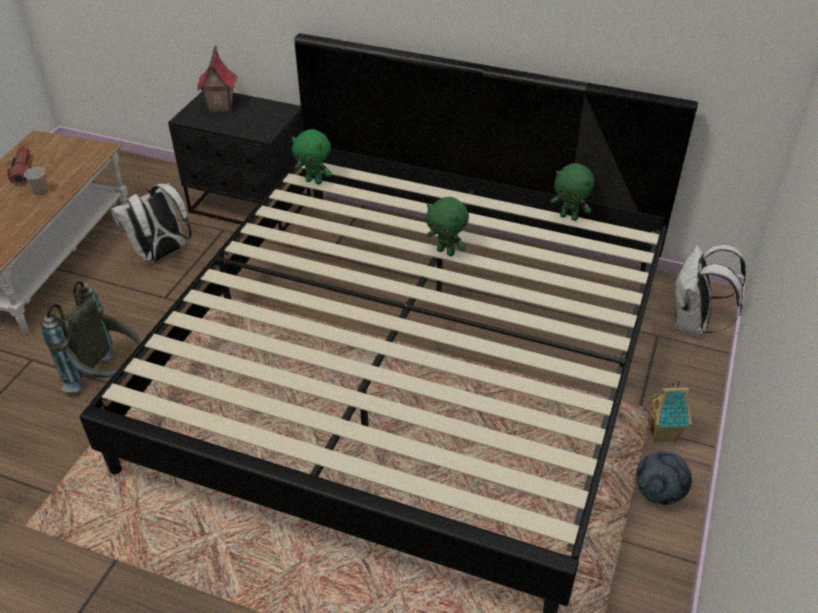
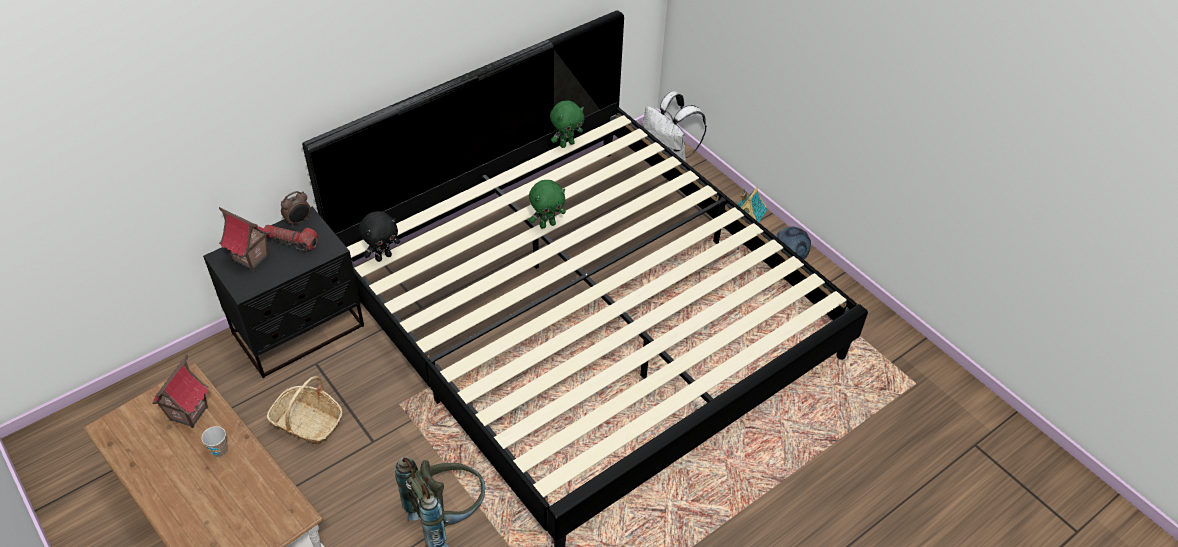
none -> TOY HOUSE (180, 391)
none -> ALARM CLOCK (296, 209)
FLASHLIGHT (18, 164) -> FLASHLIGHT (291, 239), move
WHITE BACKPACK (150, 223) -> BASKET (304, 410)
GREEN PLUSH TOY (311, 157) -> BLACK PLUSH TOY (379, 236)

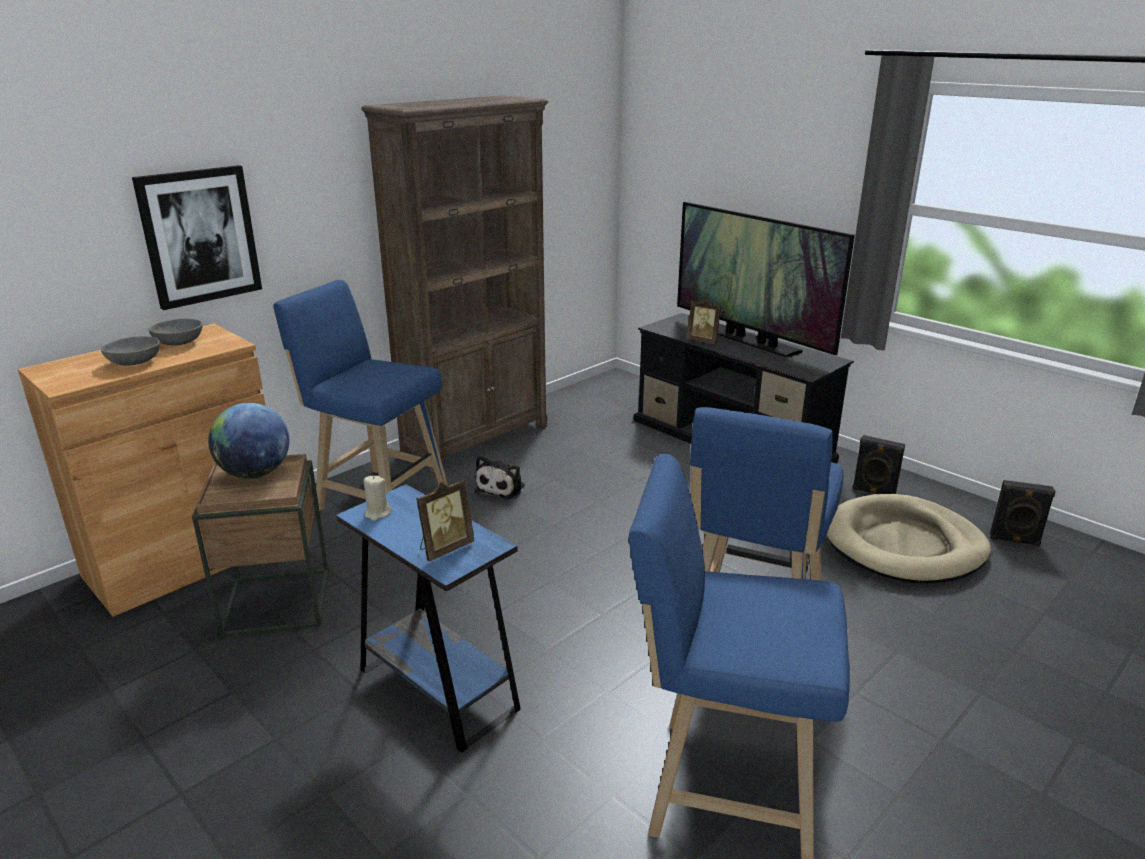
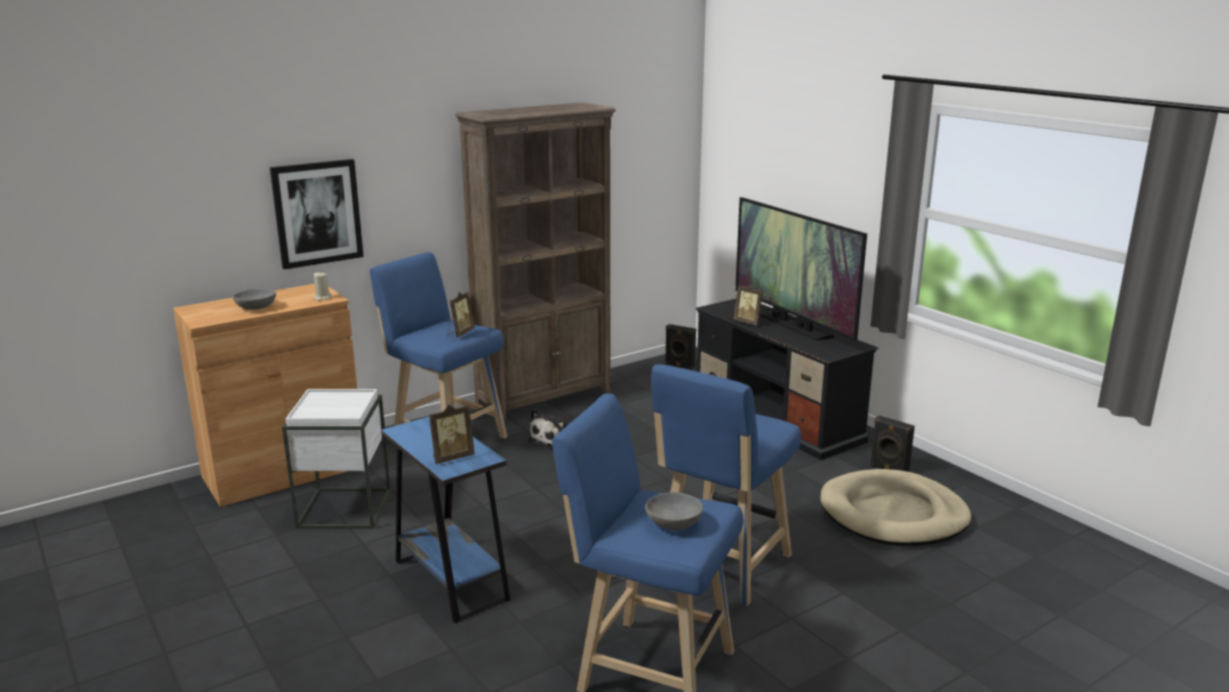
GLOBE (248, 441) -> none
none -> PICTURE FRAME (461, 314)
GREY BOWL (175, 332) -> GREY BOWL (674, 511), move
BEIGE CANDLE (377, 498) -> BEIGE CANDLE (323, 286), move
BLACK SPEAKER (1023, 513) -> BLACK SPEAKER (680, 347), move
BROWN SIDE TABLE (260, 545) -> WHITE SIDE TABLE (336, 459)

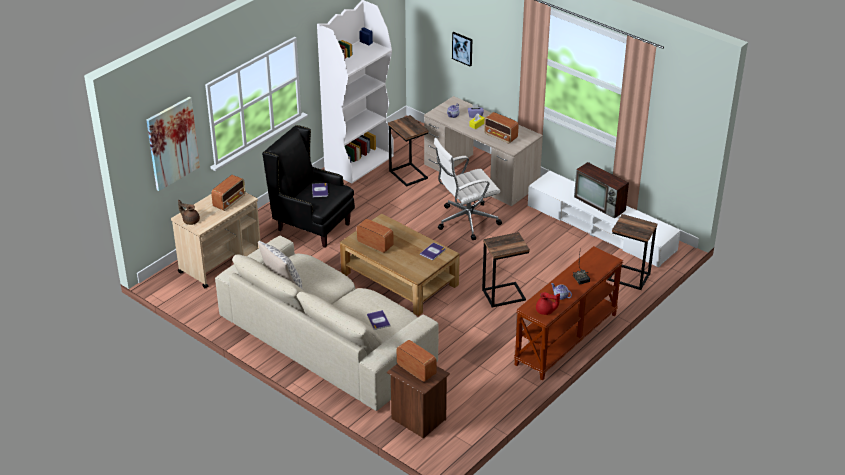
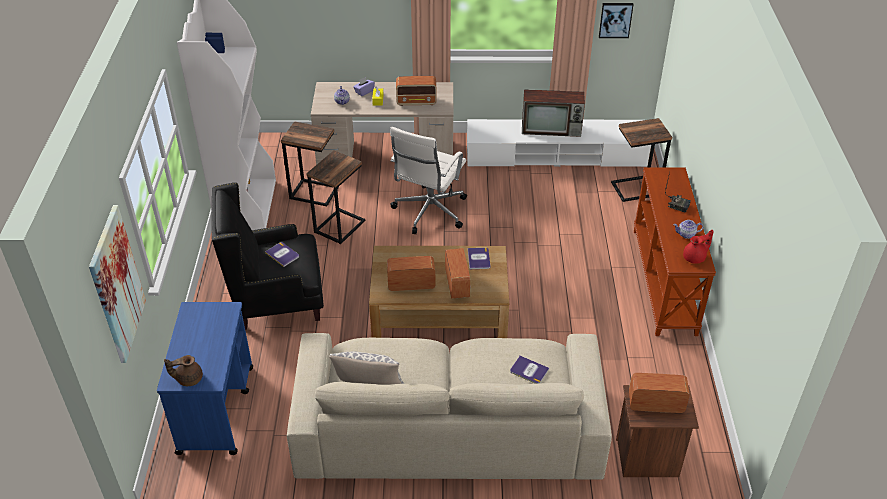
RADIO (228, 193) -> RADIO (458, 273), move
PICTURE (462, 49) -> PICTURE (616, 20), move
SIDE TABLE (506, 270) -> SIDE TABLE (335, 197), move
BEIGE CART (216, 240) -> BLUE CART (205, 378)

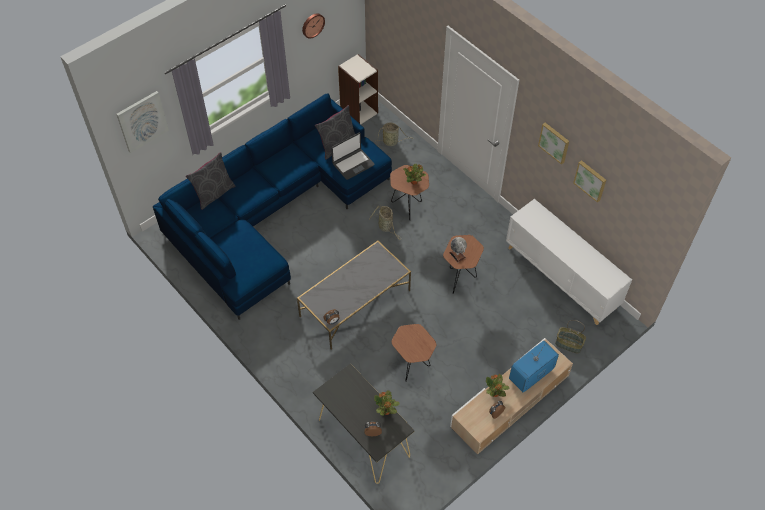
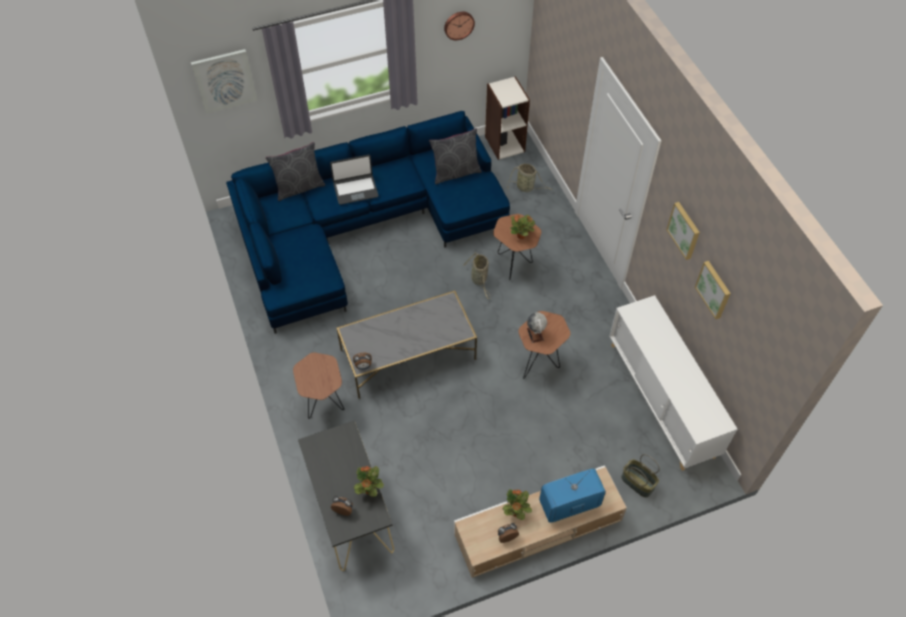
LAPTOP (353, 156) -> LAPTOP (354, 180), move
BROWN SIDE TABLE (414, 353) -> BROWN SIDE TABLE (319, 386), move

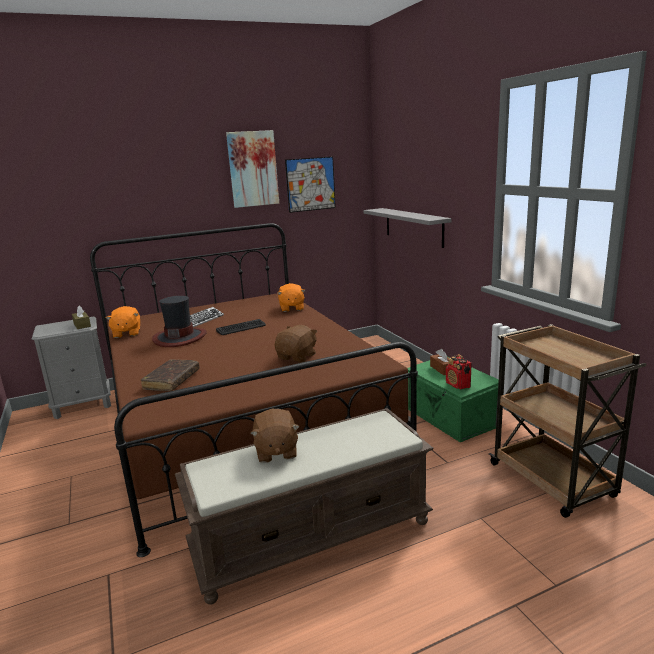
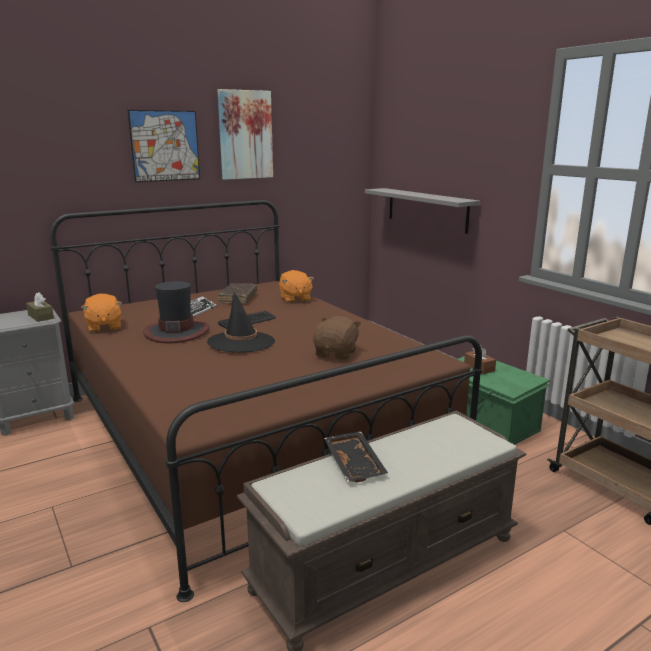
RADIO (459, 372) -> none
none -> BLACK HAT (241, 321)
BROWN BOOK (170, 375) -> BROWN BOOK (237, 293), move
PICTURE (310, 185) -> PICTURE (164, 146), move
BROWN PLUSH TOY (275, 436) -> BLACK TRAY (356, 456)

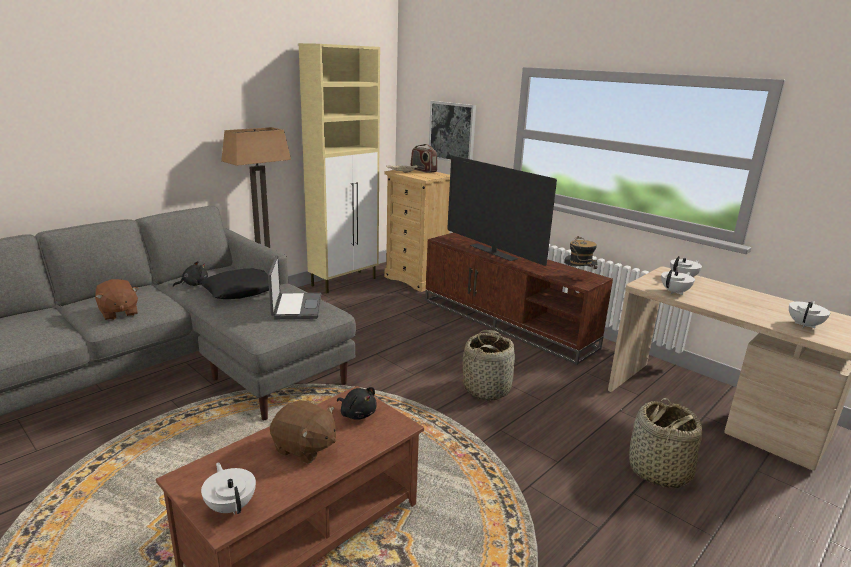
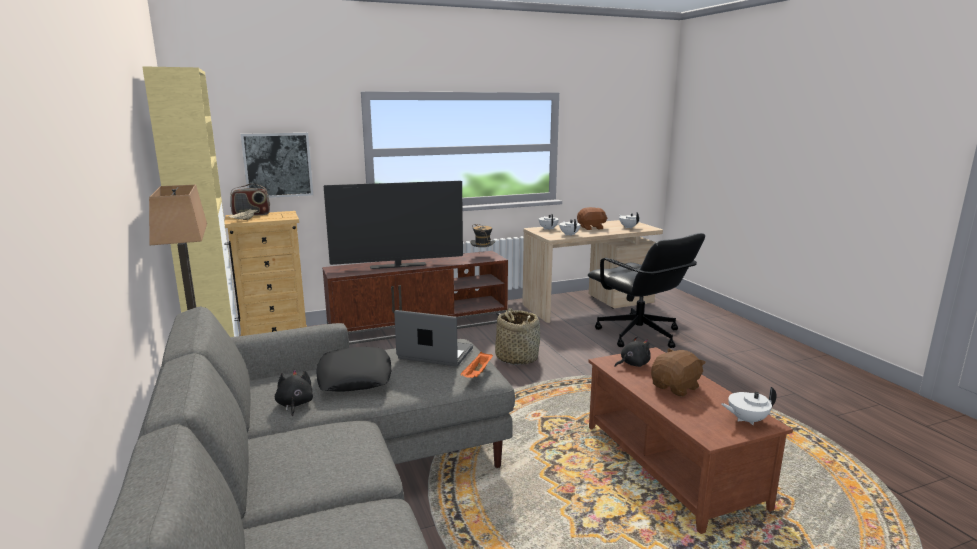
none -> ORANGE TRAY (476, 365)
BROWN PLUSH TOY (117, 300) -> BROWN PLUSH TOY (592, 218), move
BASKET (665, 443) -> BLACK OFFICE CHAIR (646, 290)

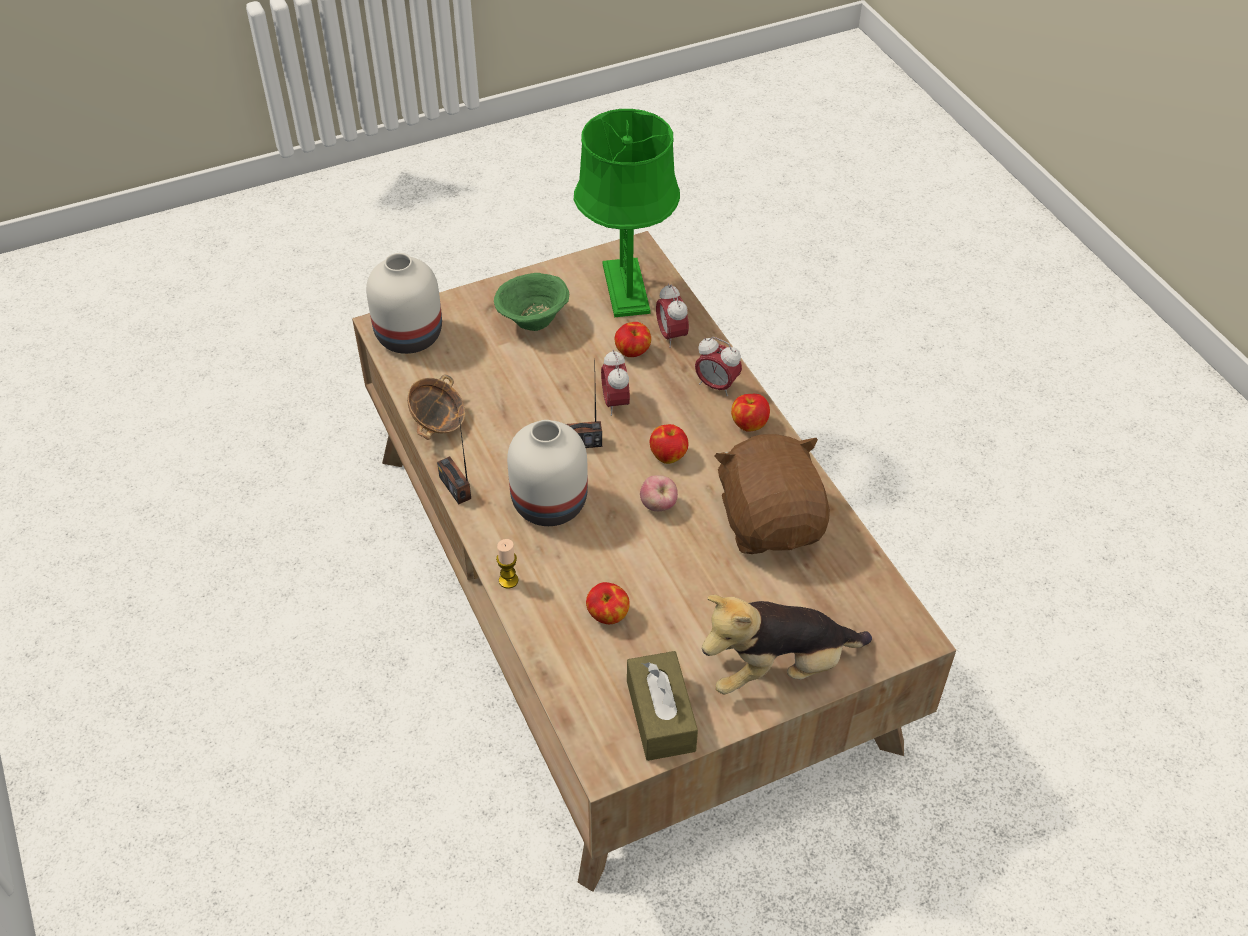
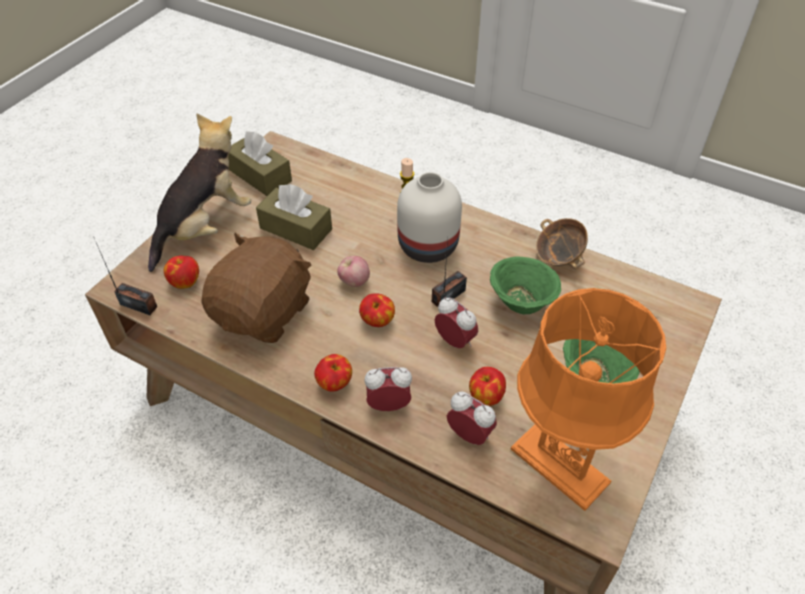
WHITE VASE (404, 303) -> none
none -> BROWN TISSUE BOX (294, 217)
none -> GREEN BOWL (525, 285)
RADIO (454, 461) -> RADIO (125, 275), move
APPLE (608, 603) -> APPLE (181, 272), move
GREEN TABLE LAMP (627, 213) -> ORANGE TABLE LAMP (588, 399)
BROWN PLUSH TOY (772, 494) -> BROWN PLUSH TOY (256, 288), 105 degrees counterclockwise

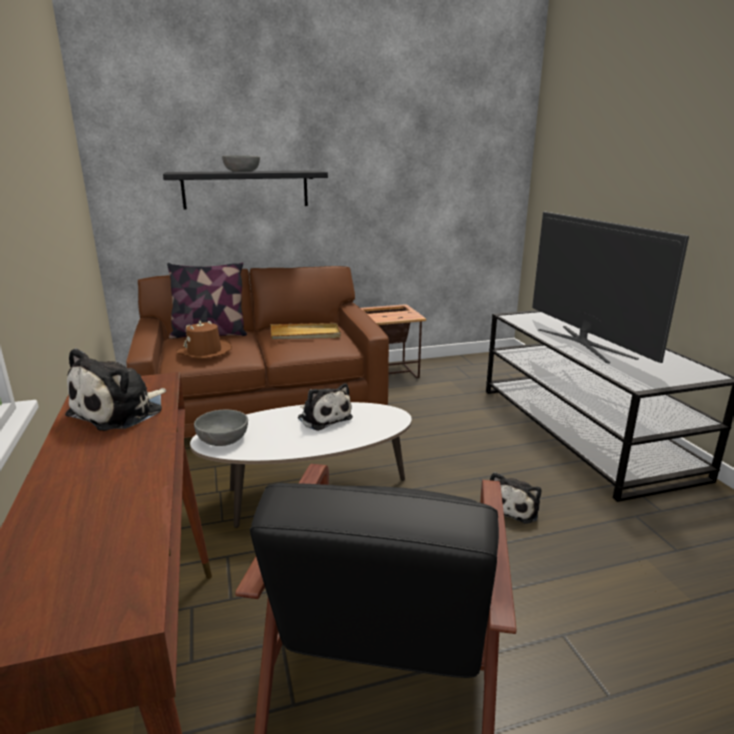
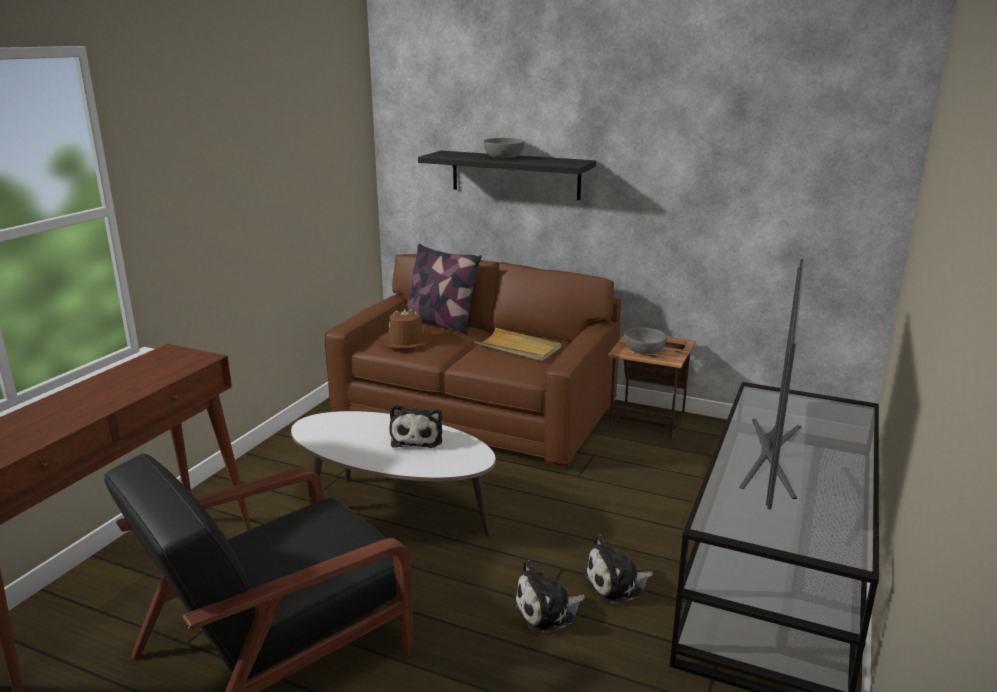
PLUSH TOY (115, 389) -> PLUSH TOY (618, 569), move
GREY BOWL (221, 428) -> GREY BOWL (645, 341), move

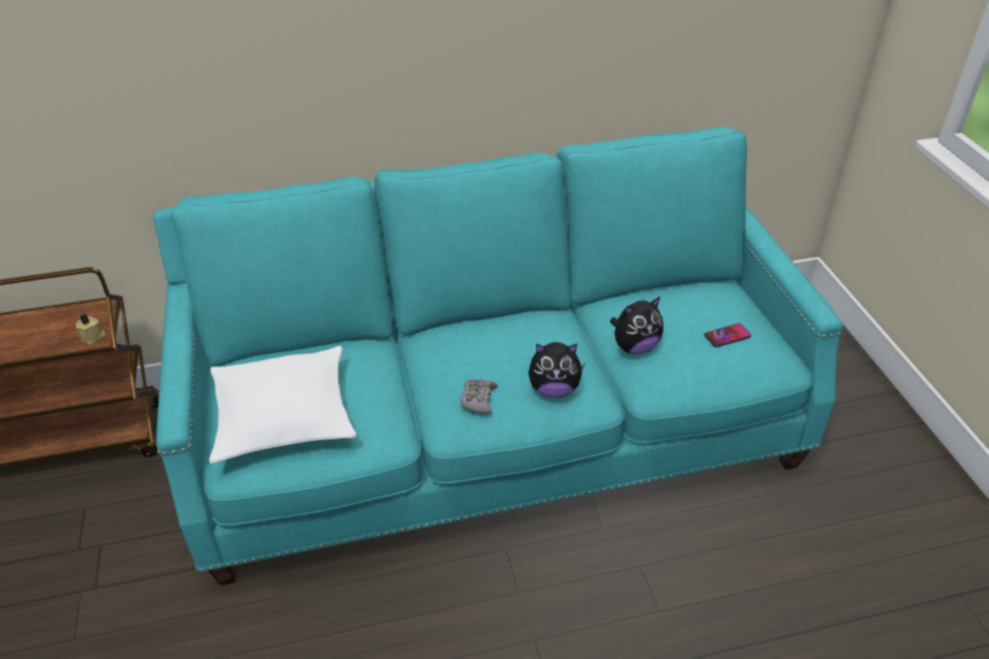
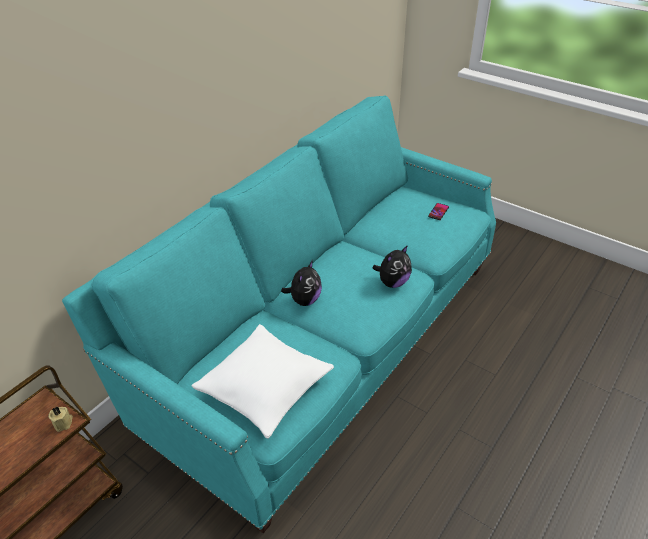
GREY GAME CONTROLLER (479, 396) -> none
PLUSH TOY (636, 325) -> PLUSH TOY (301, 283), move

